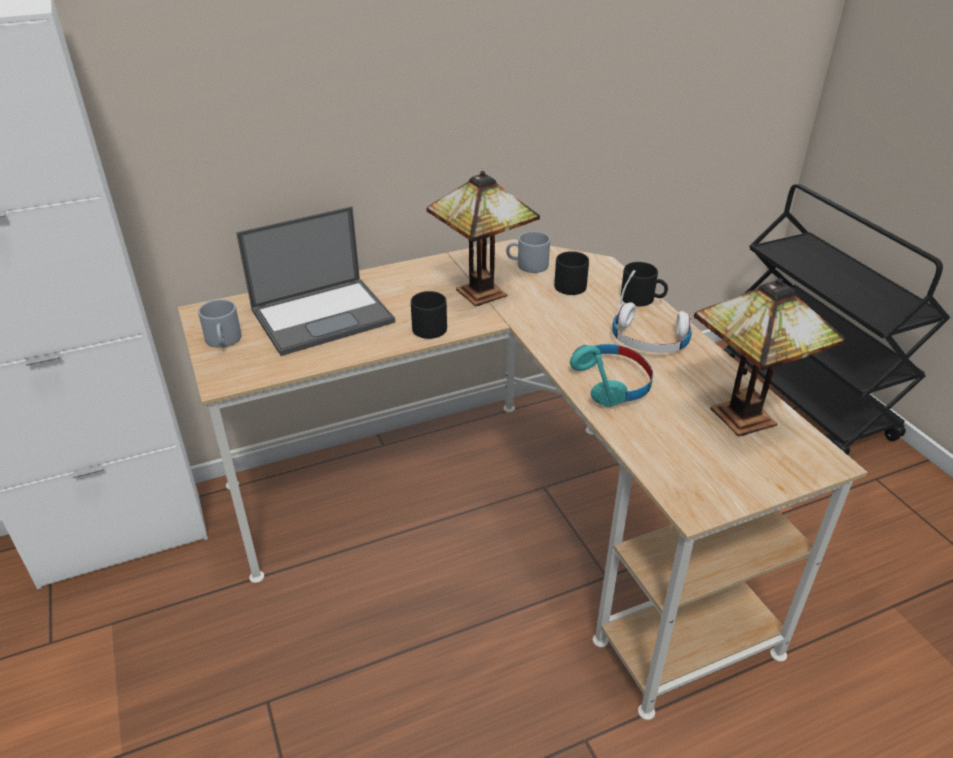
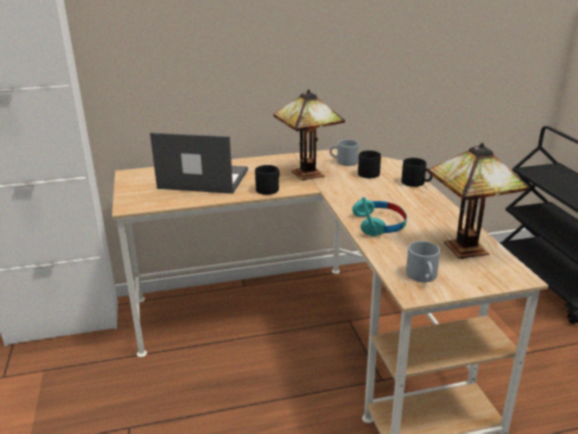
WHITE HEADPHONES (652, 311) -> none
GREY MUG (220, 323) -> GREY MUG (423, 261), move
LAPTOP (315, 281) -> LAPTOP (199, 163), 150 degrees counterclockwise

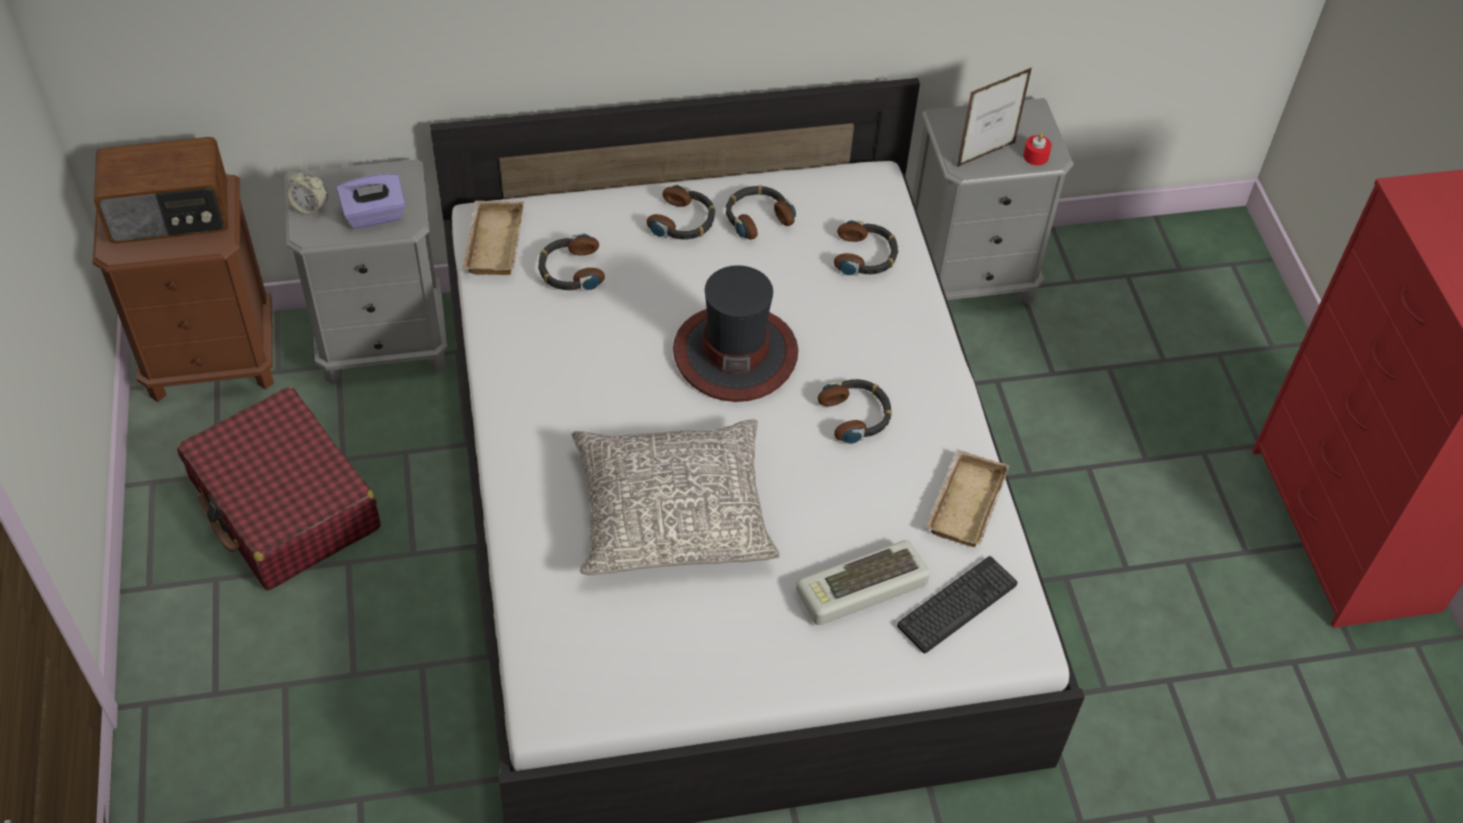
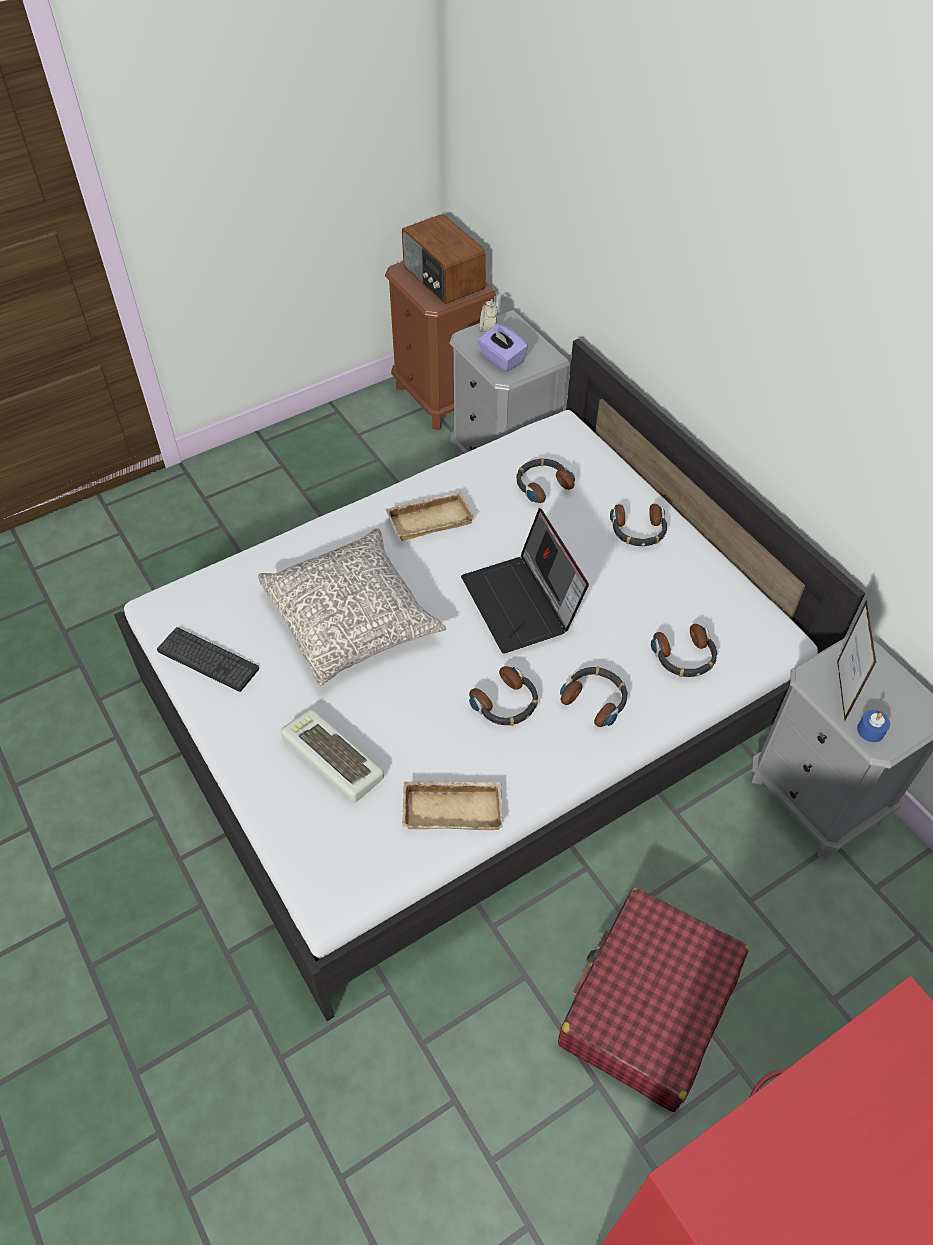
RED SUITCASE (279, 488) -> RED SUITCASE (653, 1000), move
BEIGE TRAY (493, 238) -> BEIGE TRAY (430, 516), move
HEADPHONES (761, 212) -> HEADPHONES (594, 696), move
KEYBOARD (957, 604) -> KEYBOARD (208, 659), move
HAT (735, 333) -> LAPTOP (525, 580)
RED CANDLE (1037, 149) -> BLUE CANDLE (873, 726)
PICTURE FRAME (994, 117) -> PICTURE FRAME (856, 660), 120 degrees counterclockwise

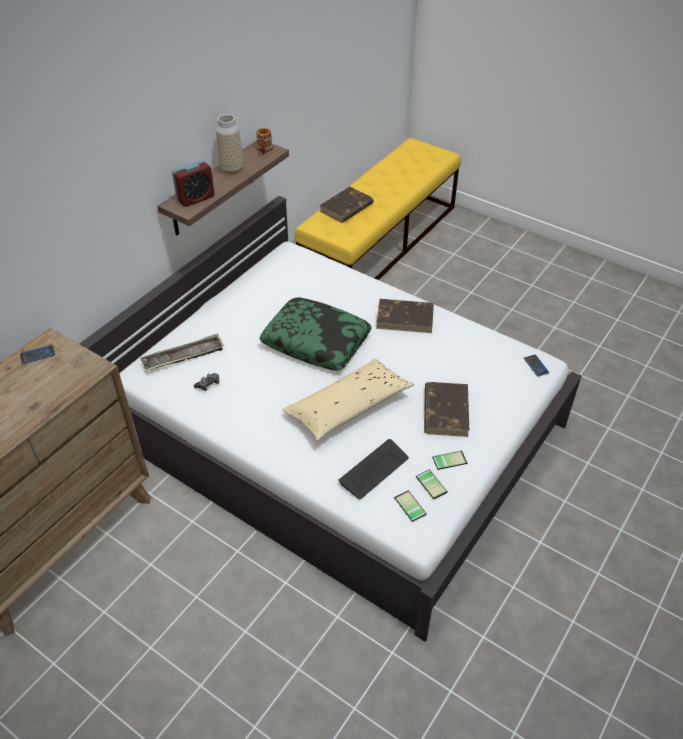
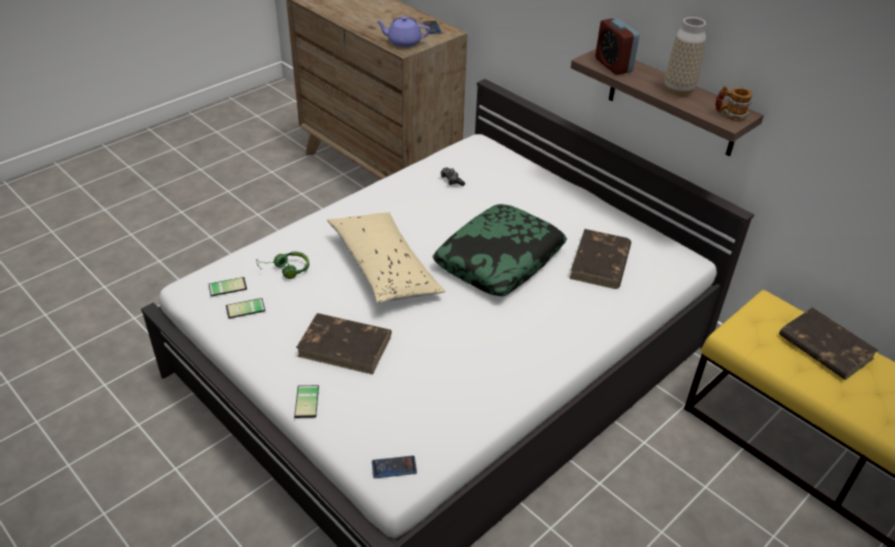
TRAY (182, 352) -> none
none -> PURPLE TEAPOT (403, 31)
BROWN BOOK (405, 316) -> BROWN BOOK (600, 259), move
PHONE (449, 459) -> PHONE (306, 401), move
KEYBOARD (373, 469) -> GREEN HEADPHONES (282, 265)

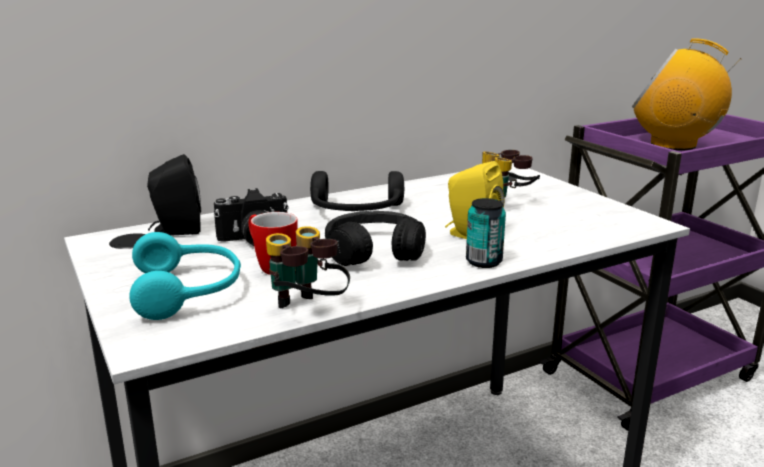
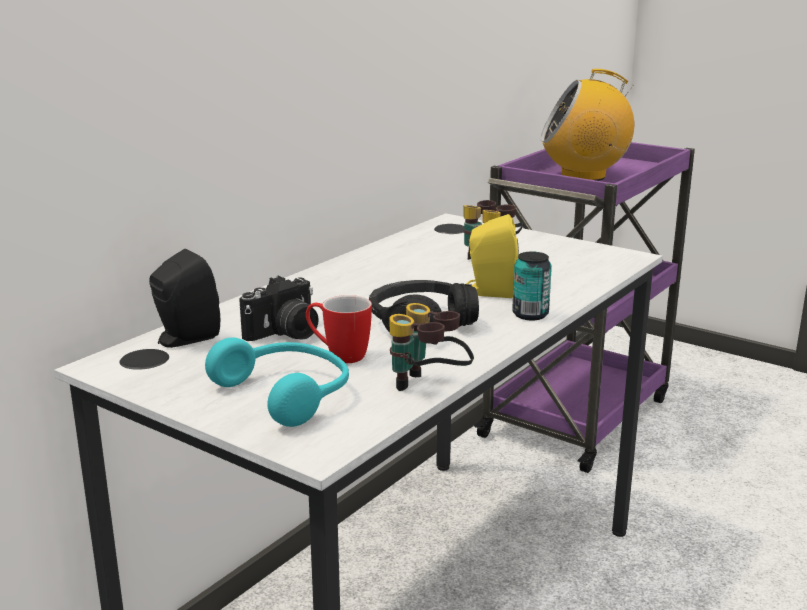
BLACK HEADPHONES (357, 191) -> none

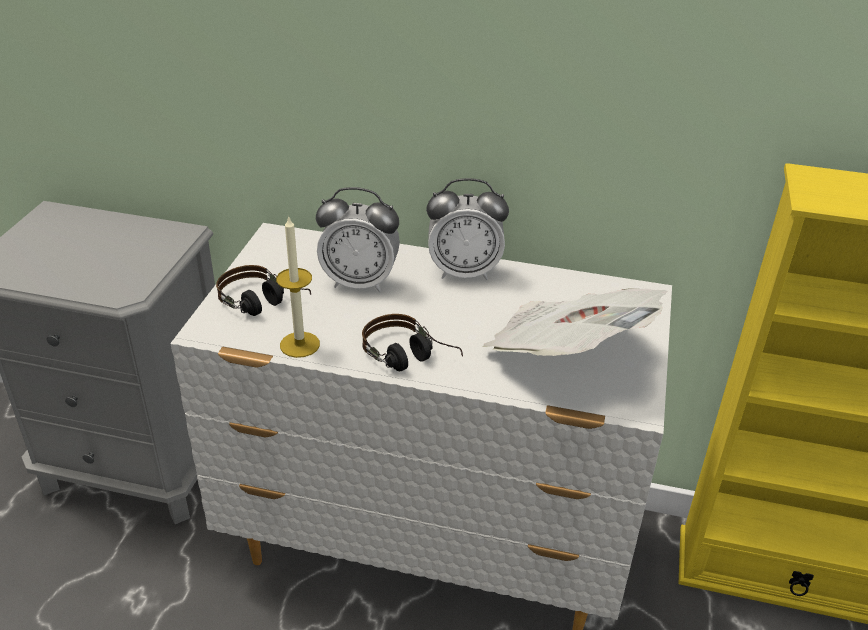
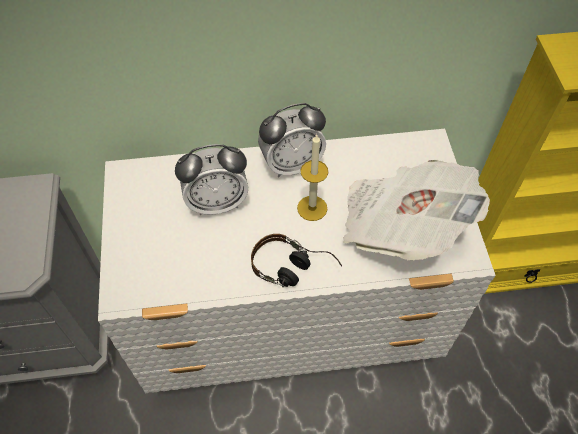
HEADPHONES (263, 290) -> none
CANDLE (298, 286) -> CANDLE (312, 177), move

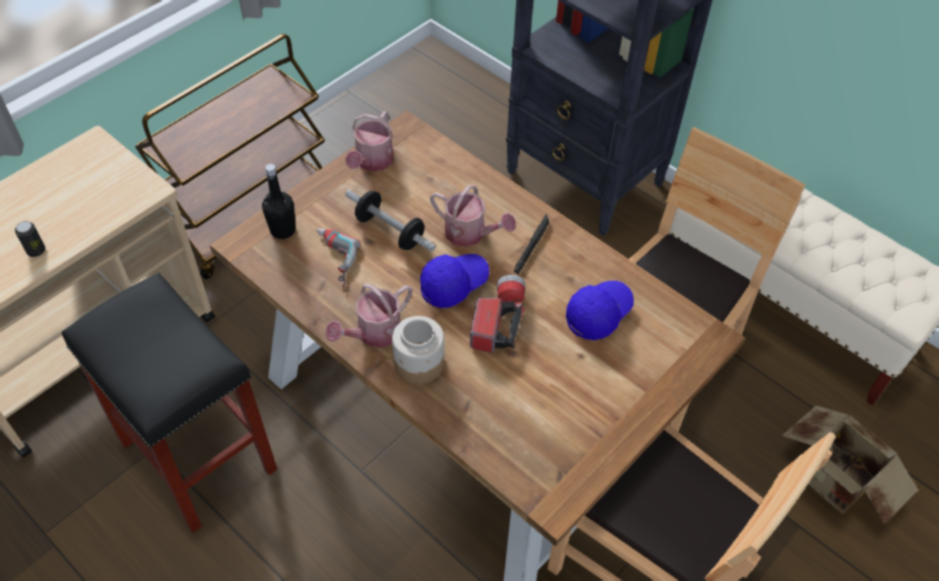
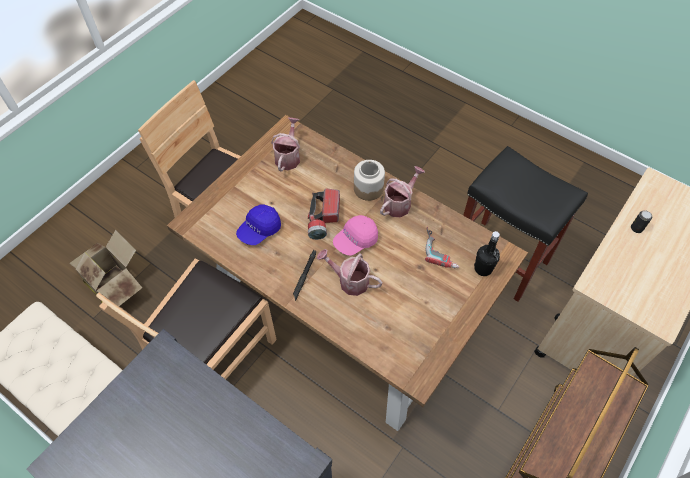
DUMBBELL (390, 221) -> none
WATERING CAN (369, 141) -> WATERING CAN (285, 144), move
BLUE CAP (454, 281) -> PINK CAP (355, 235)

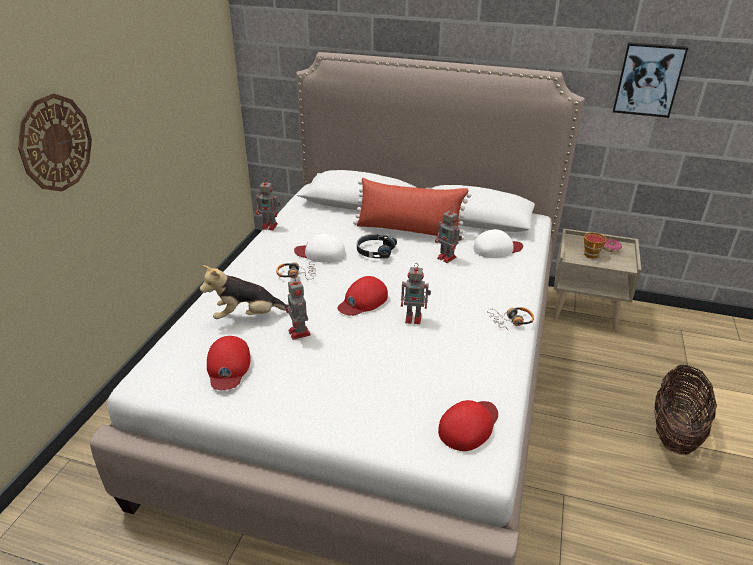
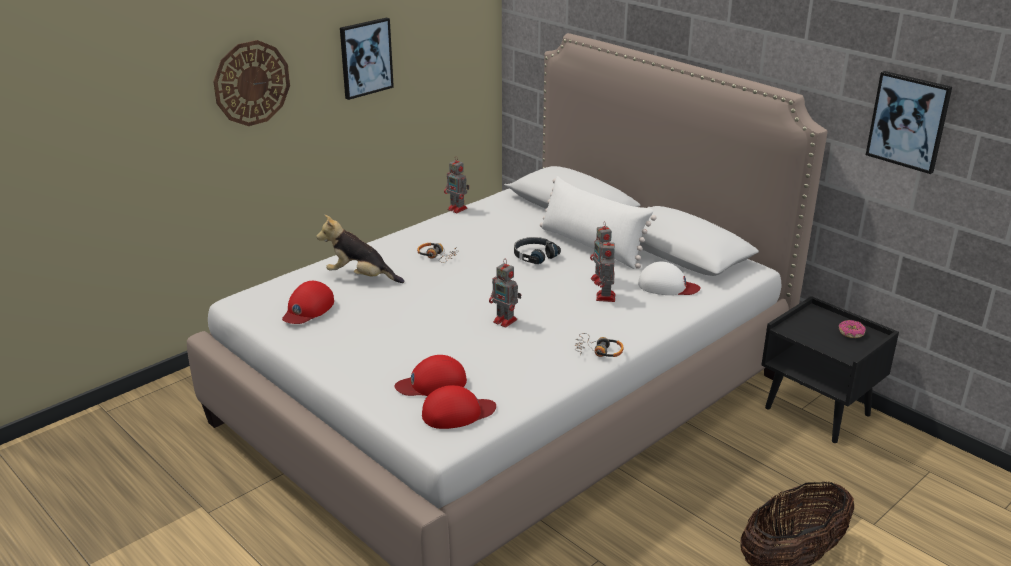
WHITE CAP (320, 248) -> none
CUP (595, 245) -> none
none -> PICTURE (367, 59)
TOY ROBOT (298, 308) -> TOY ROBOT (605, 272), move
RED CAP (362, 296) -> RED CAP (431, 375), move
RED PILLOW (412, 209) -> WHITE PILLOW (598, 222)
BEIGE NIGHTSTAND (597, 279) -> BLACK NIGHTSTAND (830, 369)

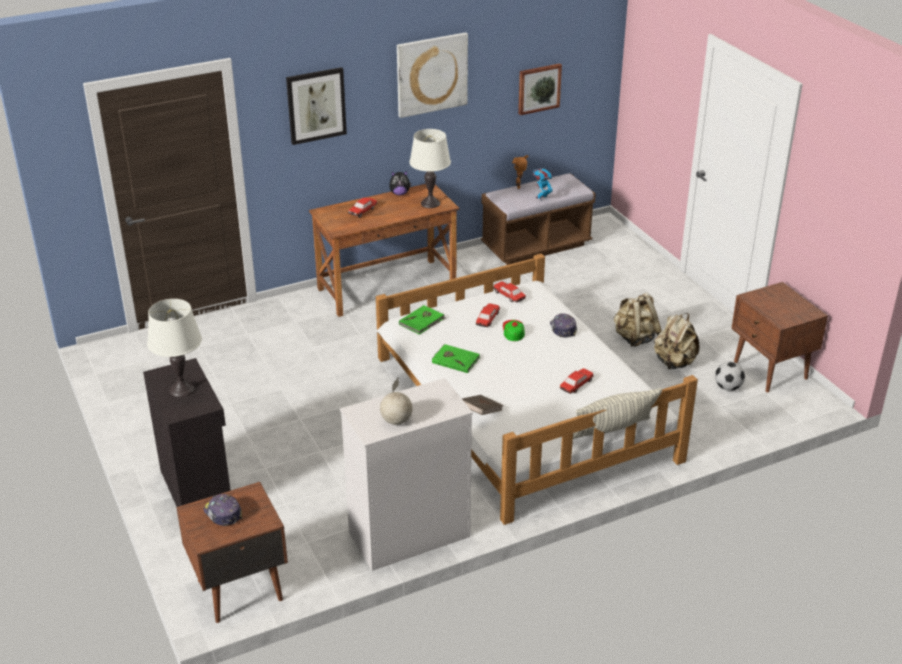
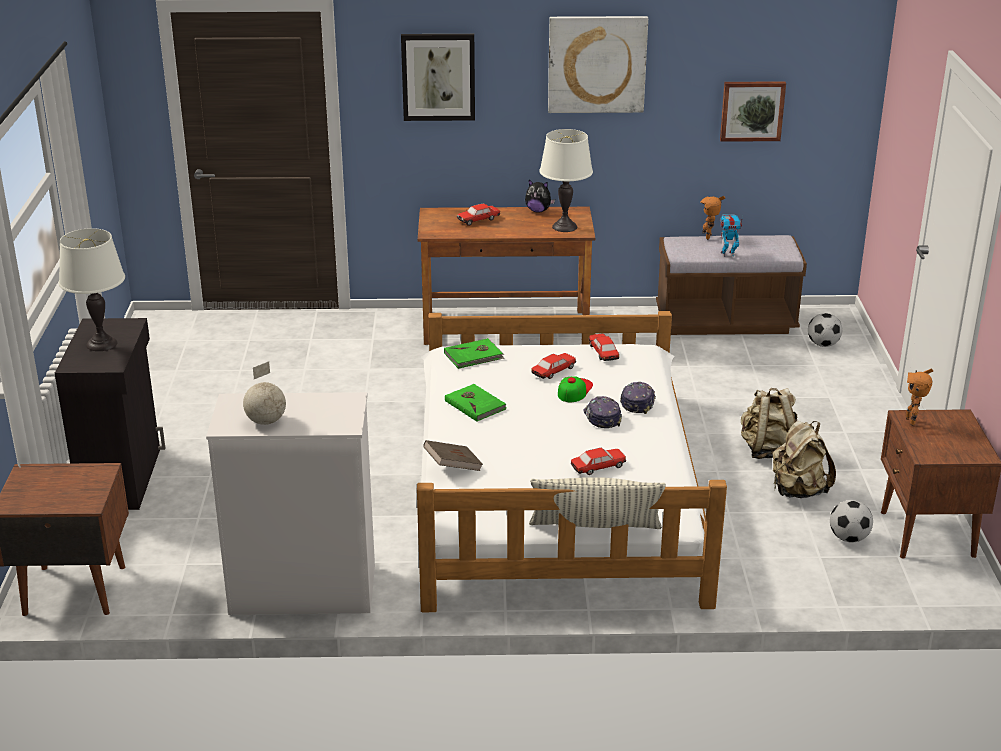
none -> FOOTBALL (825, 330)
none -> TOY ROBOT (919, 397)
CAP (223, 510) -> CAP (602, 412), move

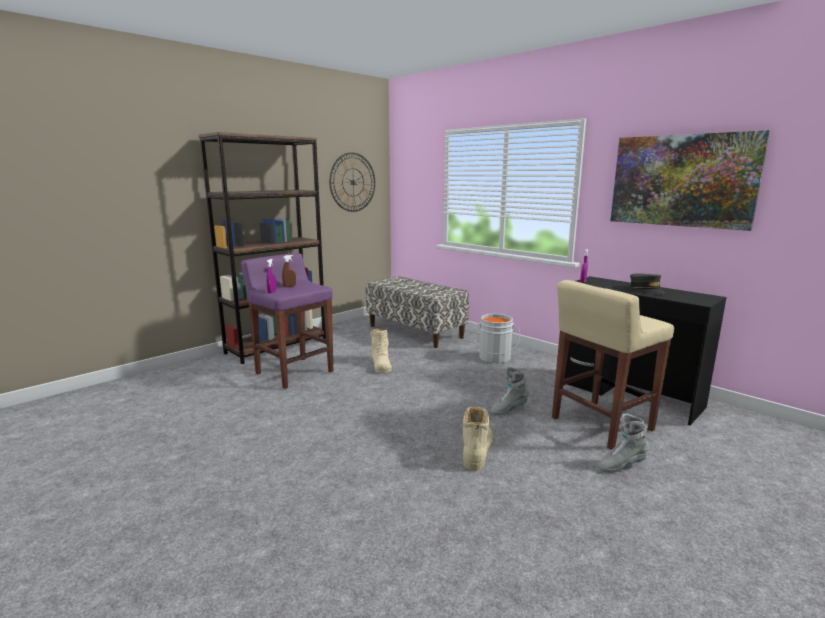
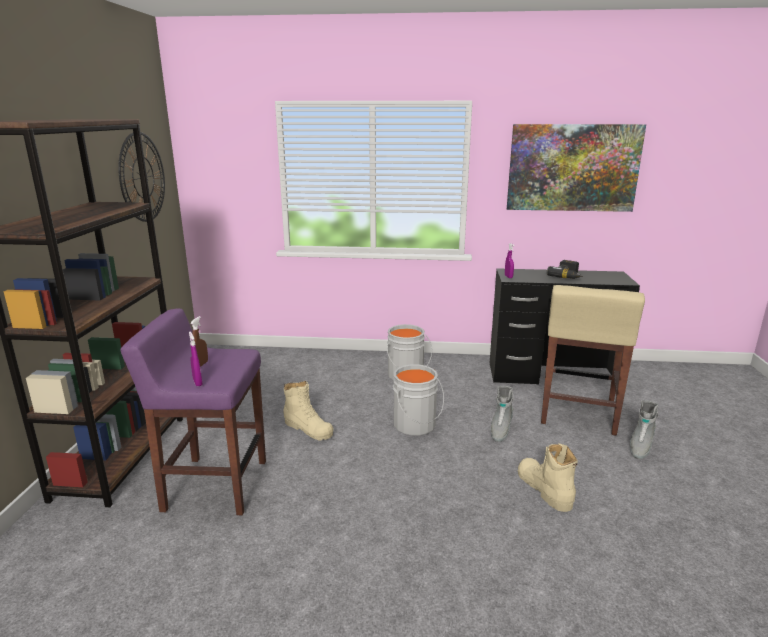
BENCH (417, 312) -> none
none -> GREY BUCKET (418, 399)
GREY CAP (647, 284) -> POWER DRILL (565, 269)

